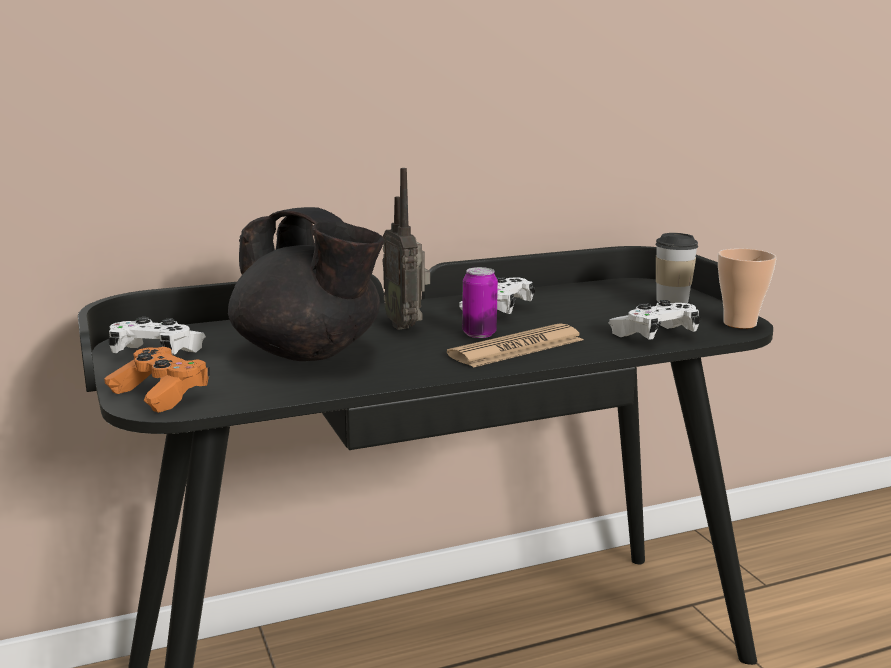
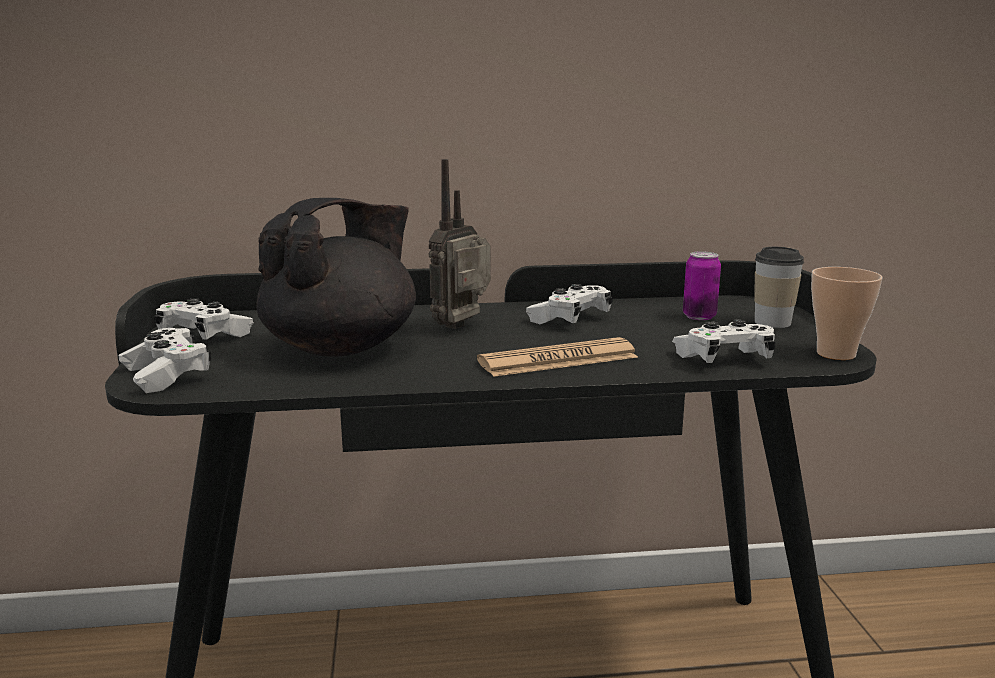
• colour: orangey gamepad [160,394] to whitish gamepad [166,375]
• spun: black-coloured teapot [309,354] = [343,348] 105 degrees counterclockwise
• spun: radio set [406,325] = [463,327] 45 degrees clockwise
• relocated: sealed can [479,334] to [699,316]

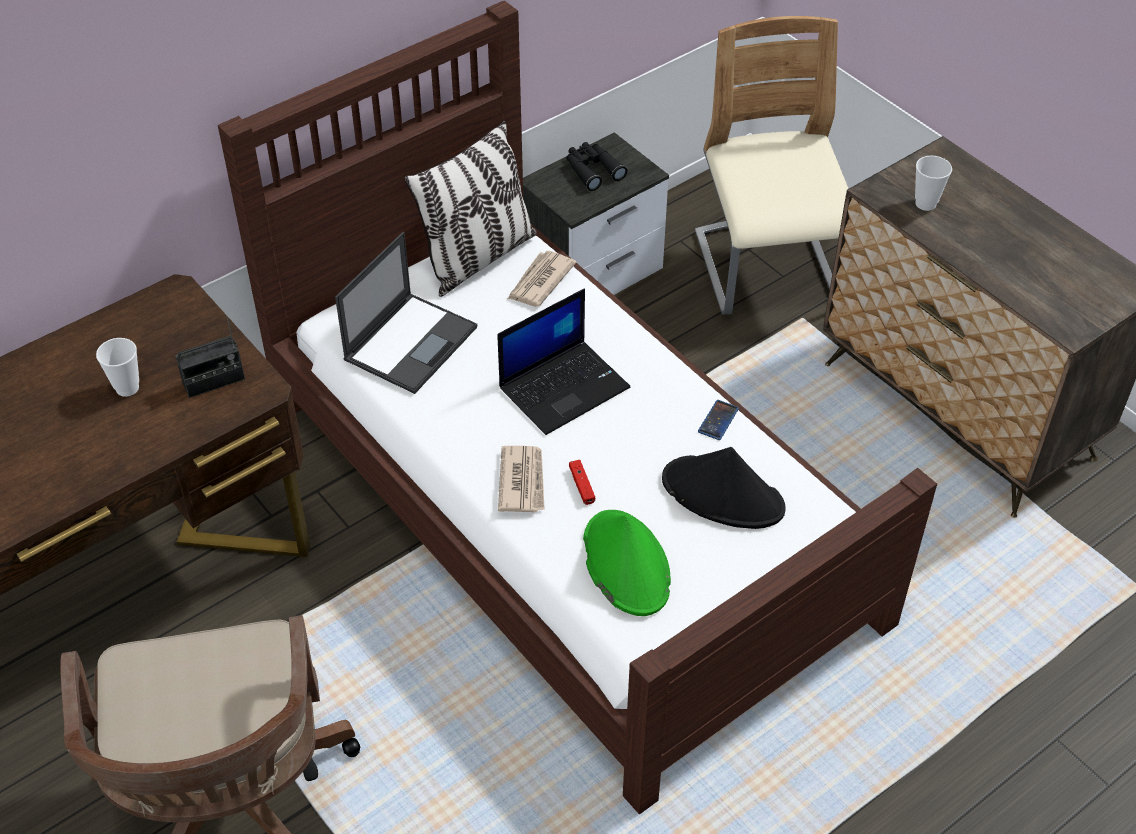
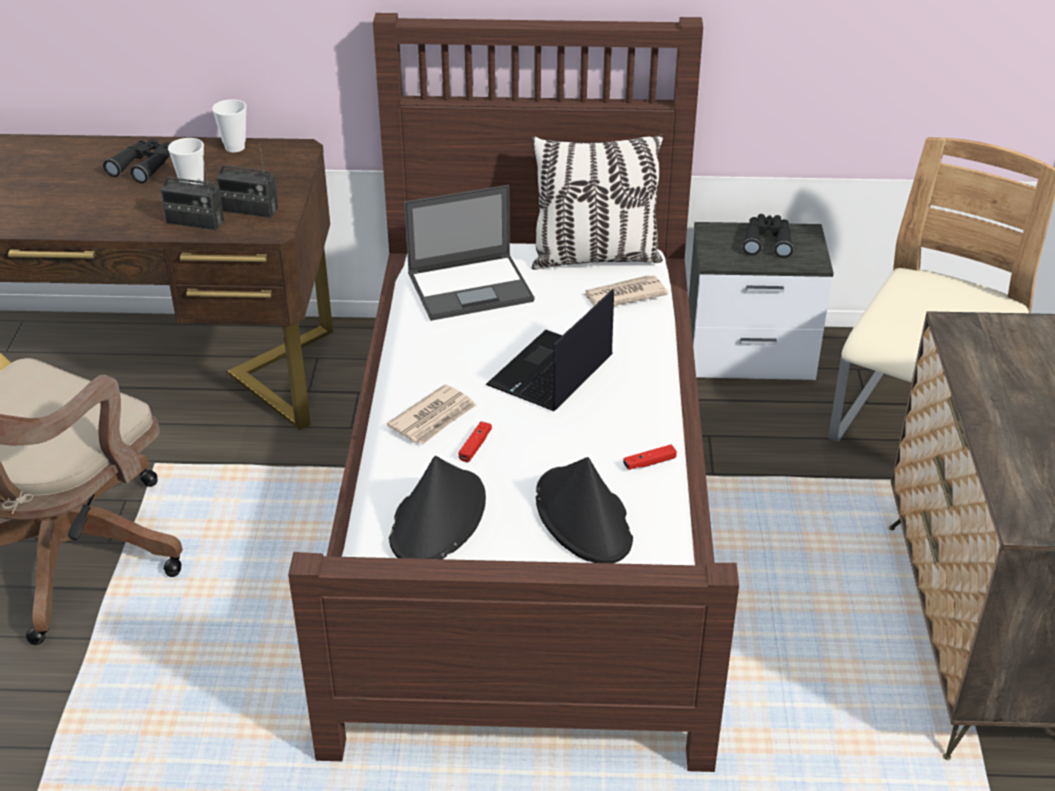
• spun: laptop [564,386] = [550,373] 120 degrees clockwise
• colour: green-coloured hat [625,563] to black-coloured hat [438,518]
• exchanged: telephone [718,420] to red gamepad [649,463]
• relocated: cup [925,204] to [235,147]
• appeared: black-coloured pair of binoculars [144,166]
• appeared: radio set [195,222]

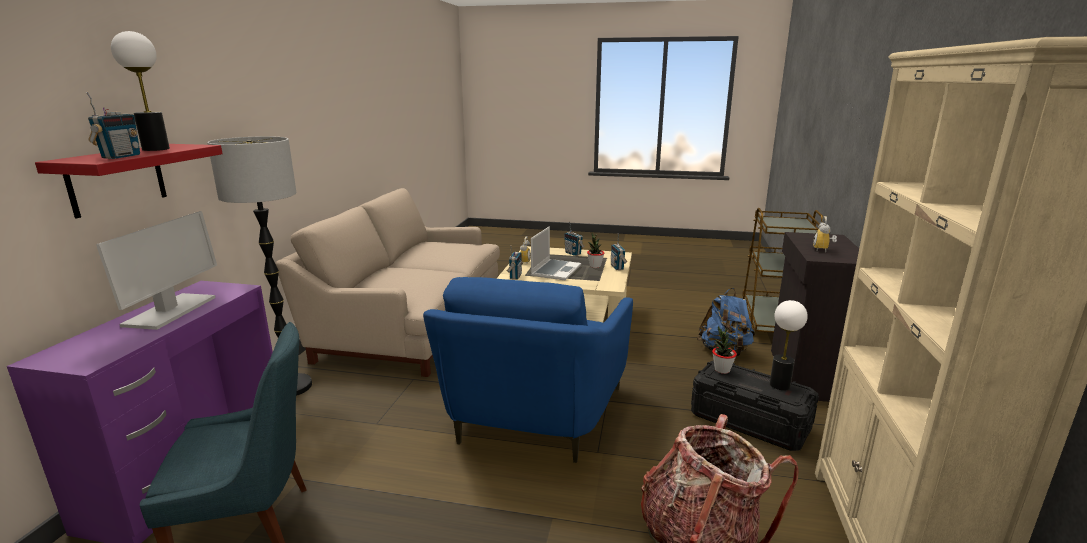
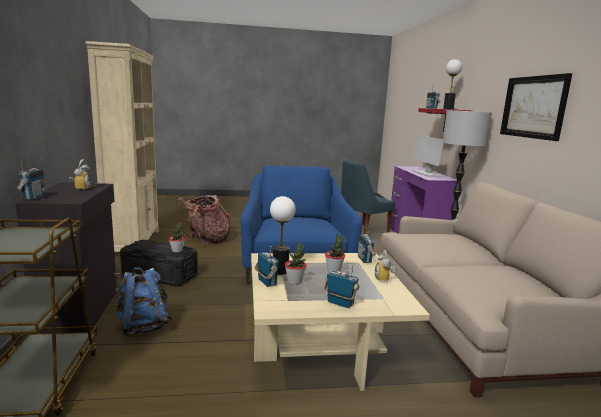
• exchanged: laptop [555,270] to houseplant [334,270]
• relocated: lamp for a table [779,385] to [280,271]
• appeared: radio set [33,197]
• appeared: picture [533,107]

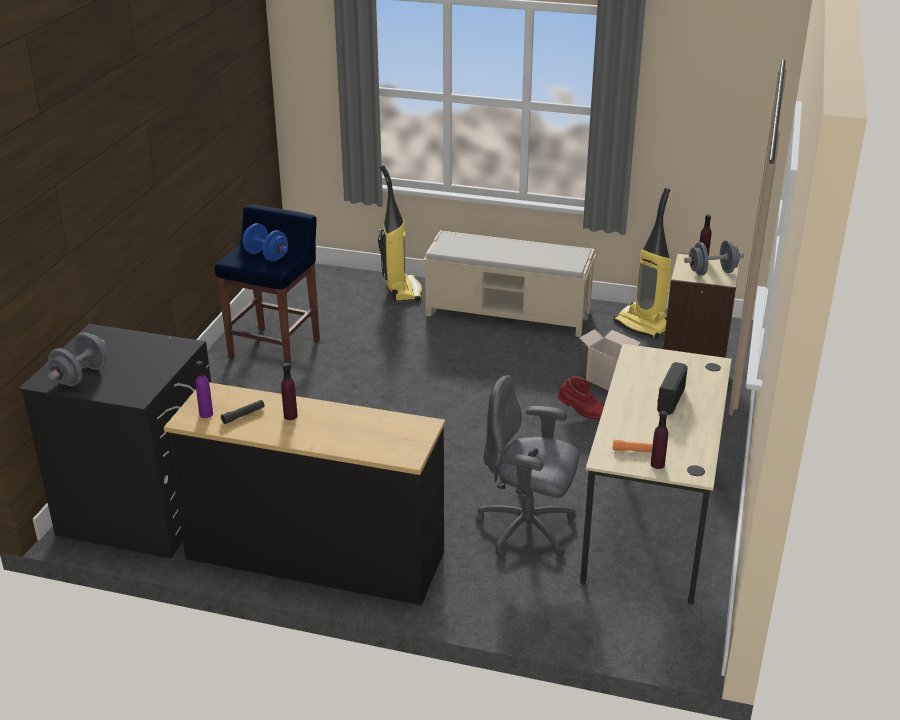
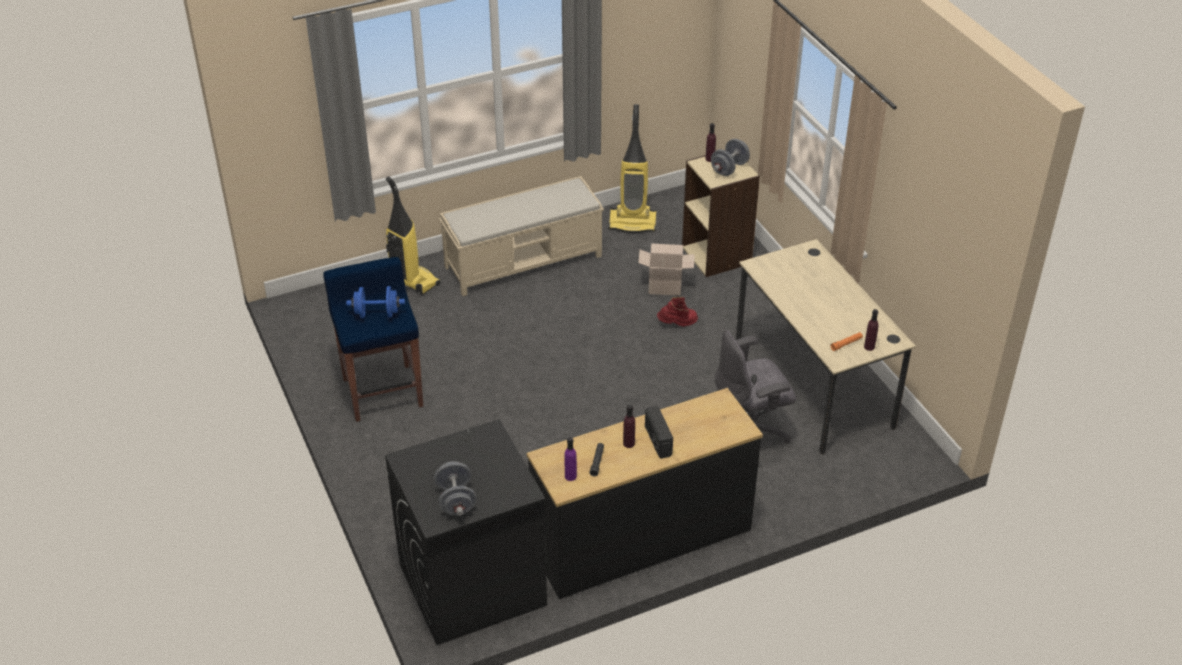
• relocated: radio set [670,400] to [657,441]

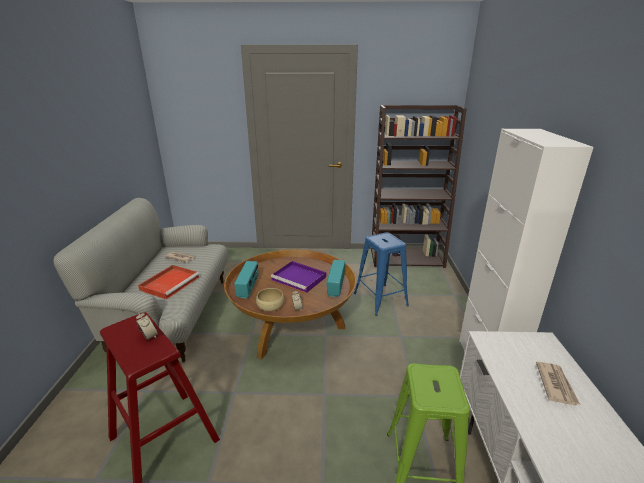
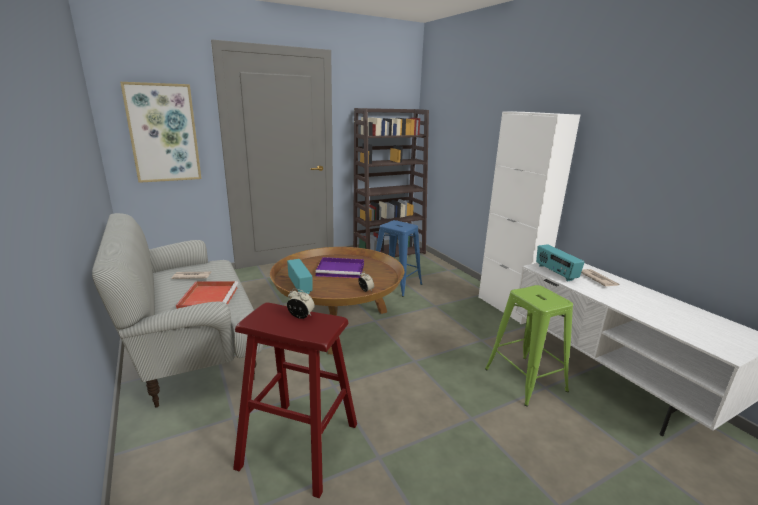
• missing: beige deep dish [270,306]
• relocated: radio set [335,287] to [555,273]
• appeared: picture [163,133]

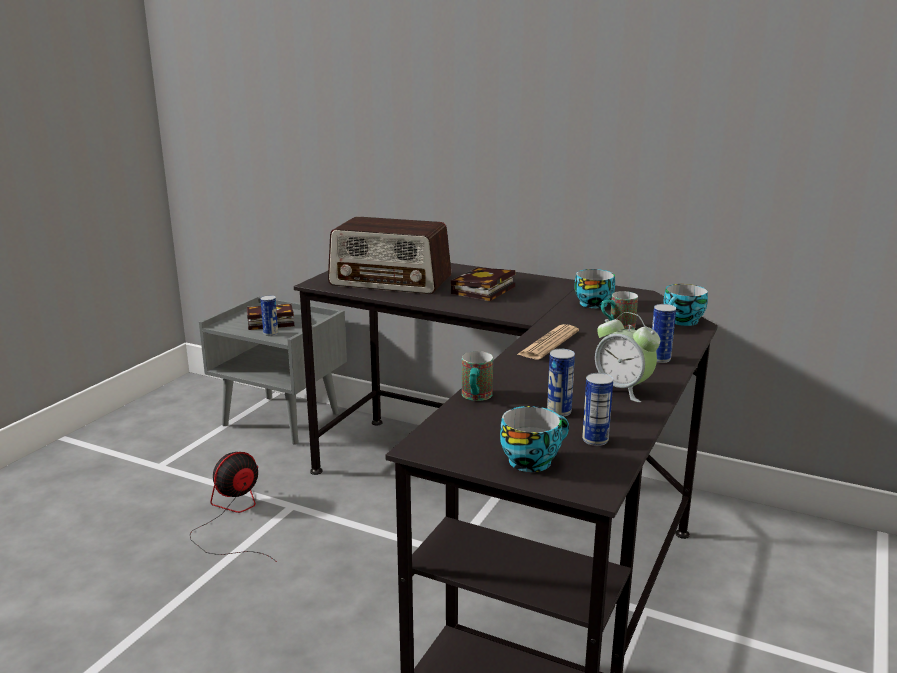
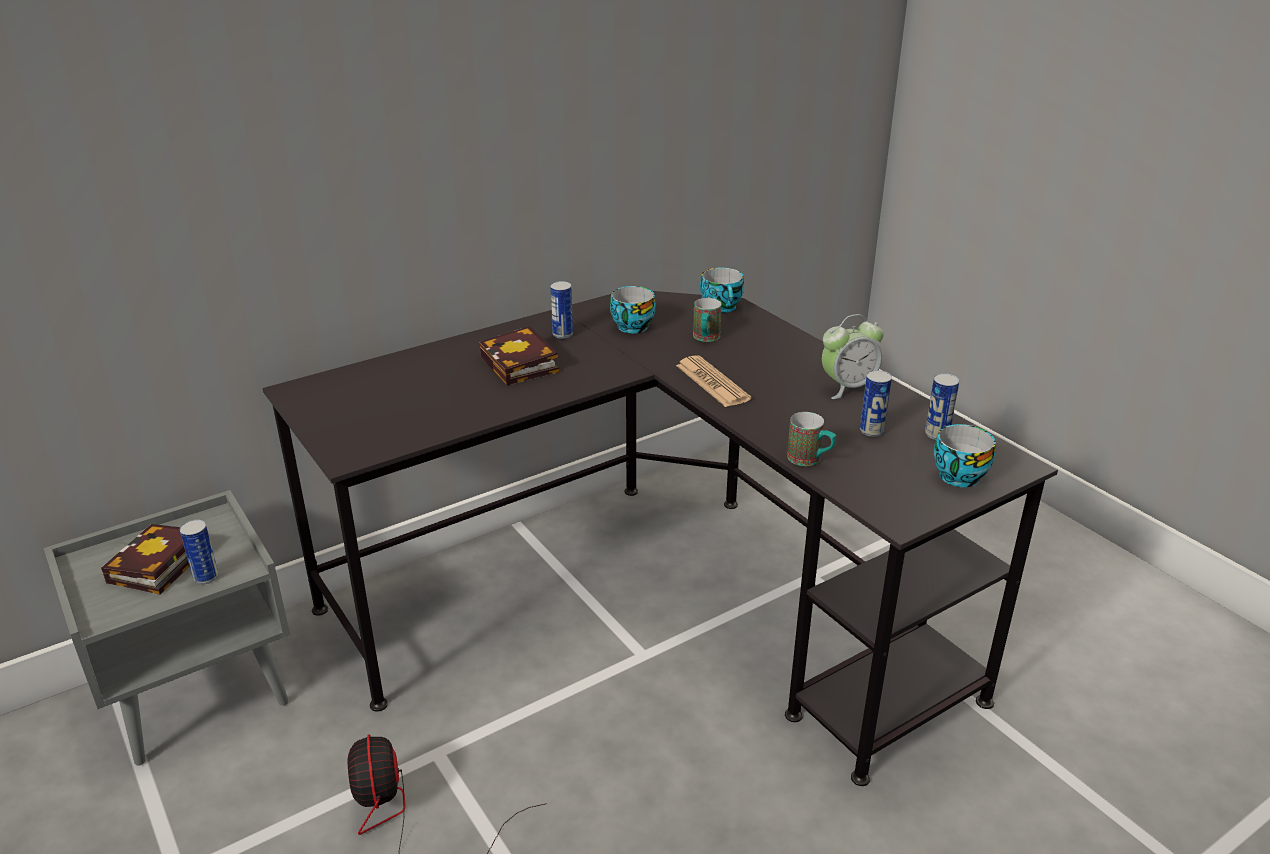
• missing: radio set [391,281]
• relocated: sealed can [660,359] to [562,334]

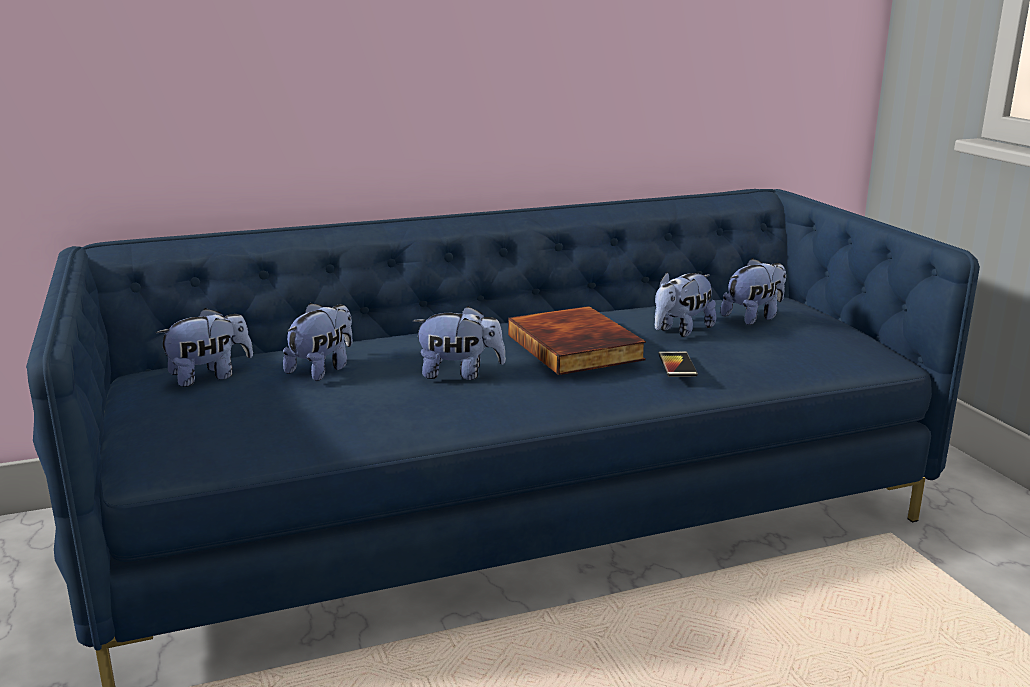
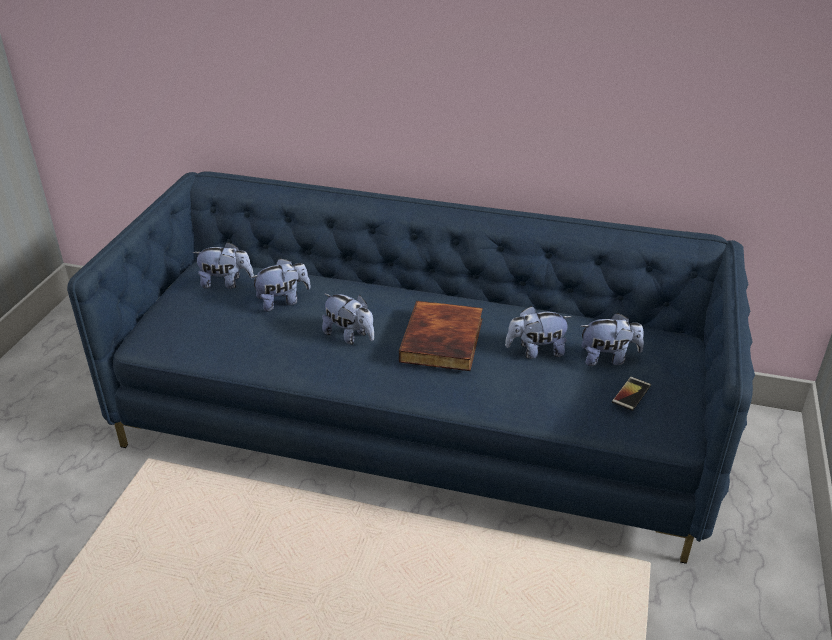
• relocated: telephone [677,365] to [631,394]

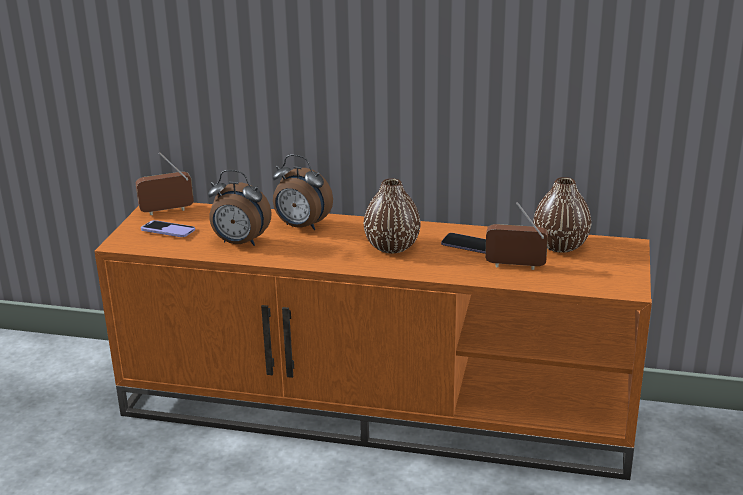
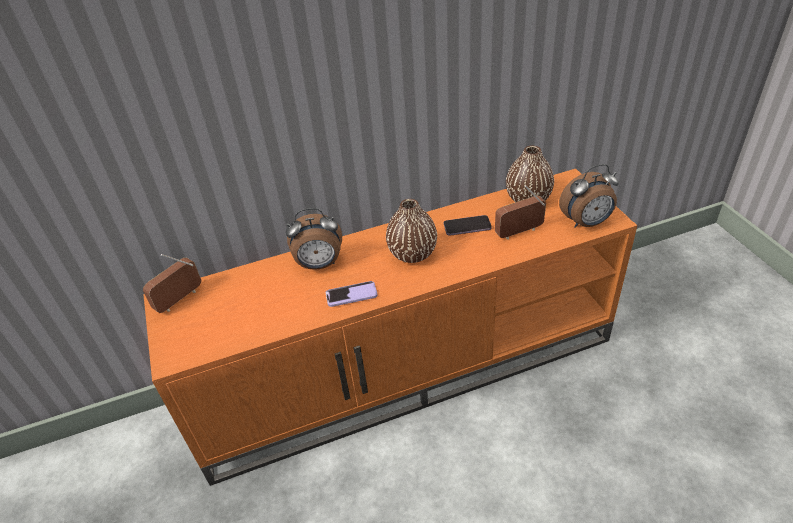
• relocated: telephone [168,230] to [351,295]
• relocated: alarm clock [240,243] to [586,223]

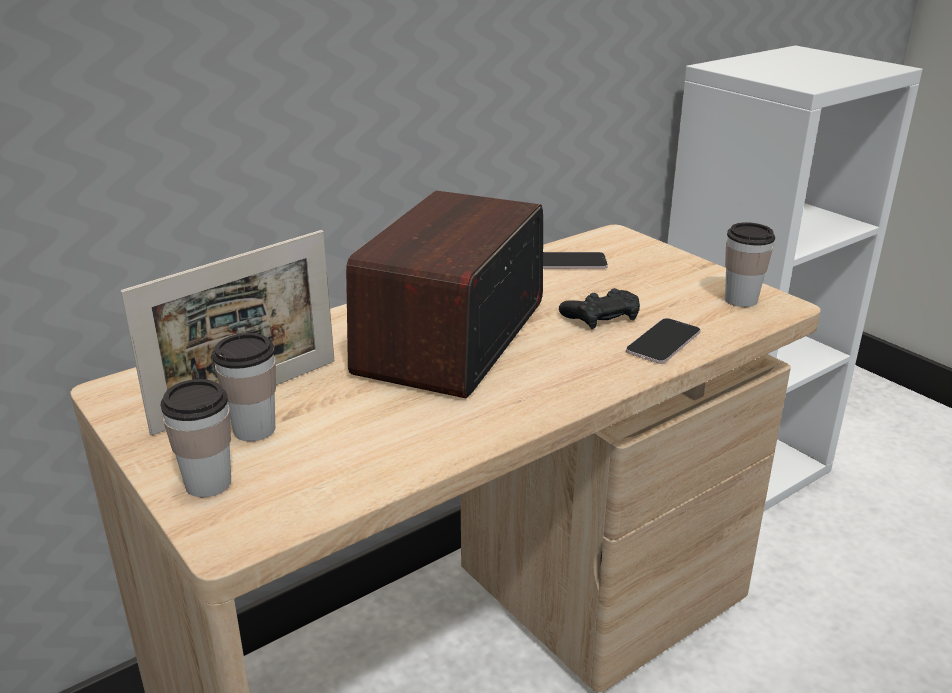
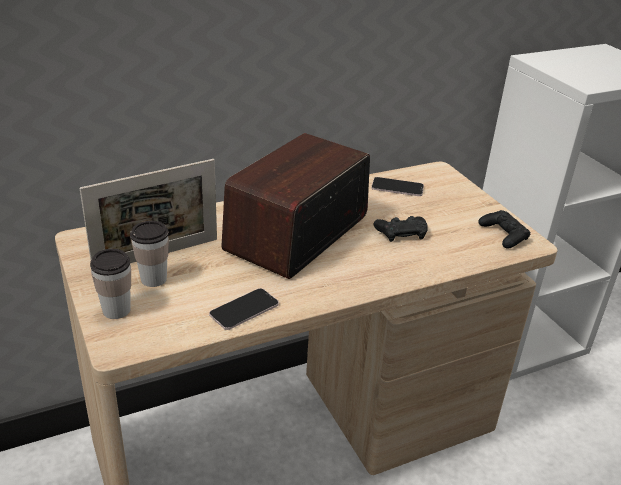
• relocated: telephone [663,342] to [244,309]
• exchanged: cup [741,300] to black-coloured gamepad [503,234]

